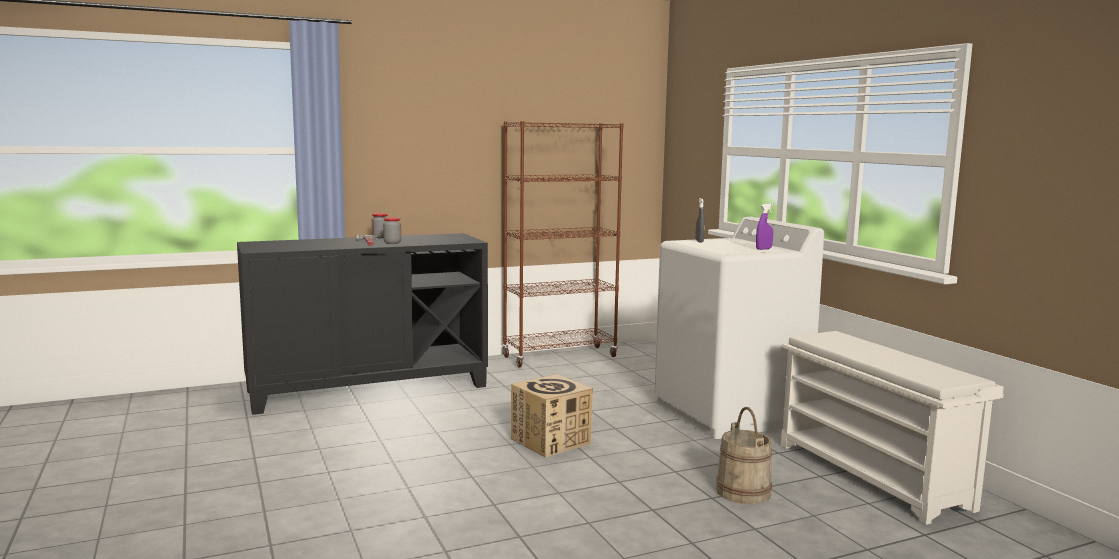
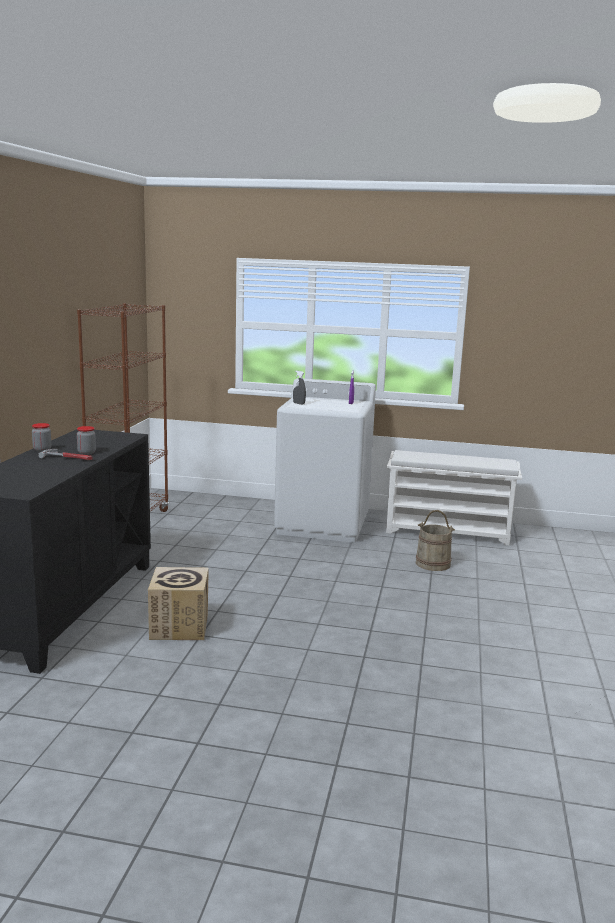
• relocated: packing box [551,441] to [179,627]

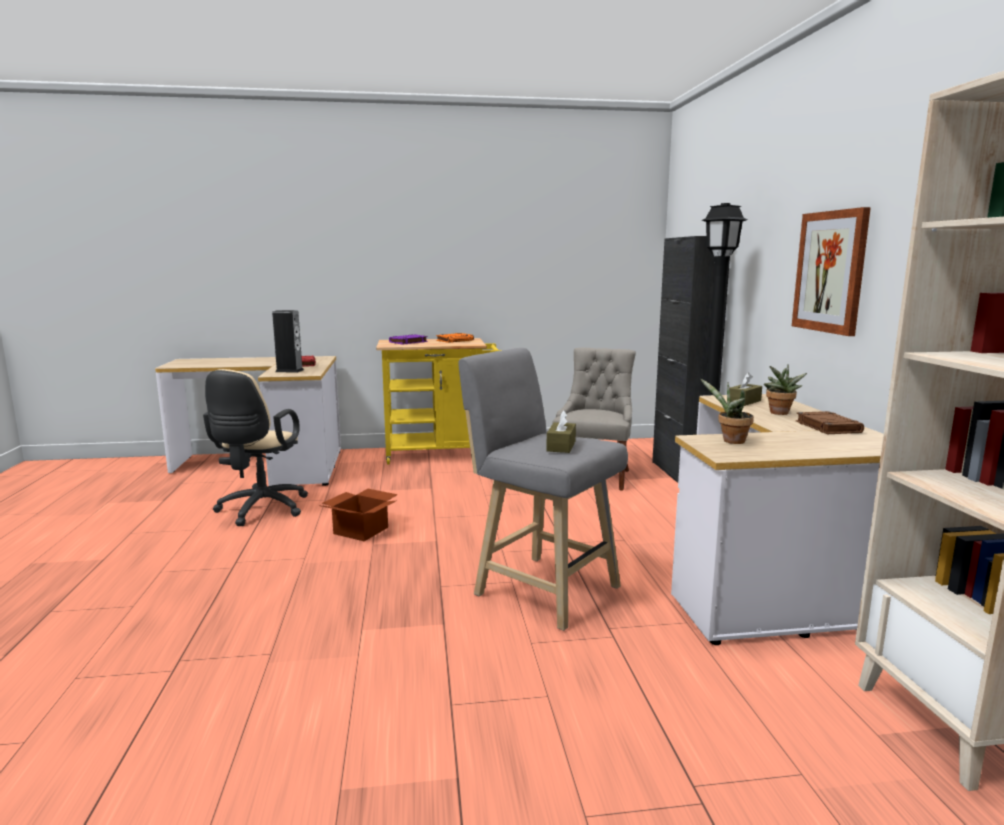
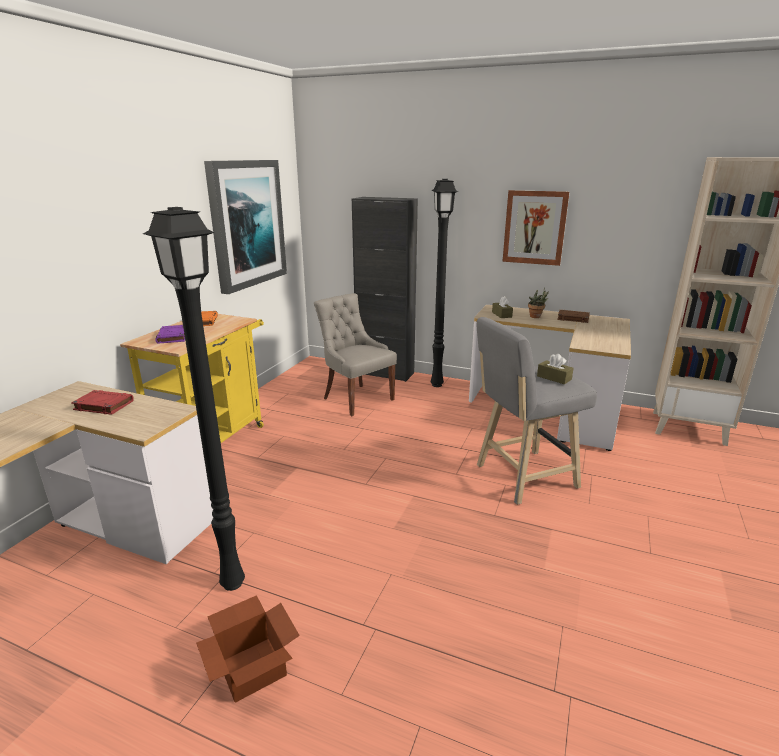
• exchanged: beige office chair [260,510] to black-coloured floor lamp [232,585]
• missing: audio speaker [289,371]
• relocated: packing box [362,530] to [253,666]
• missing: houseplant [730,441]
• appeared: picture [246,224]

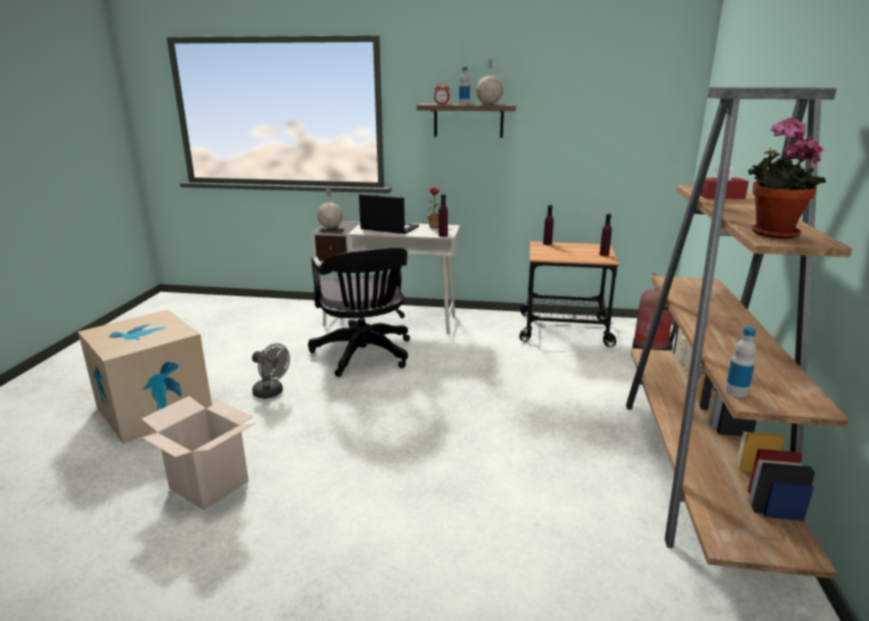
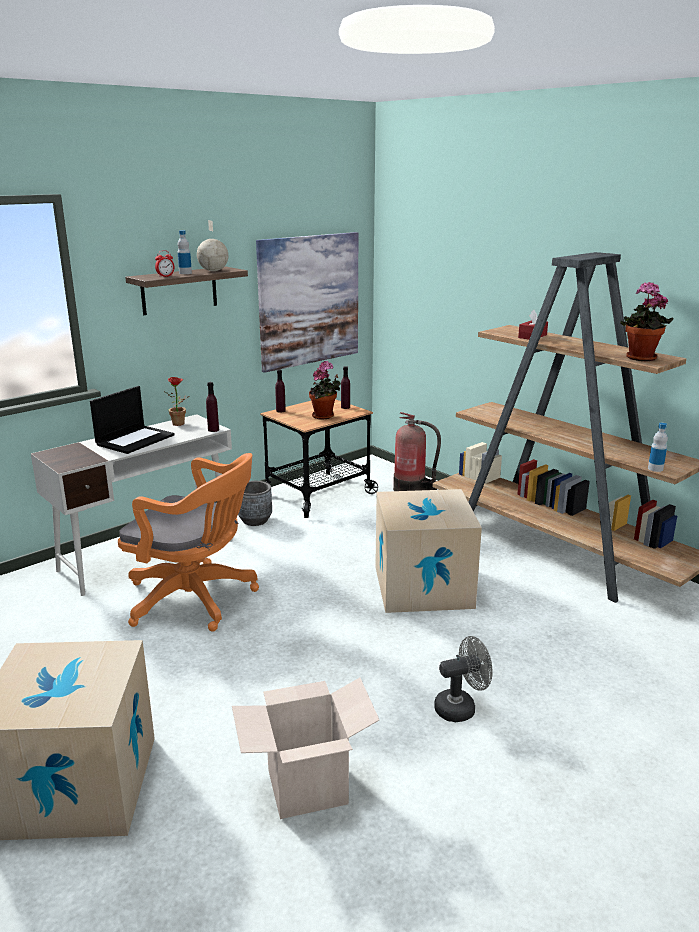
• relocated: gray electric fan [272,393] to [461,707]
• colour: black-coloured office chair [364,356] to orangey office chair [196,599]
• missing: desk globe [330,227]
• spun: laptop [389,228] = [135,439] 150 degrees clockwise
• appeared: gray flower pot [255,520]
• appeared: picture [309,300]
• appeared: houseplant [325,416]
• appeared: packing box [423,587]

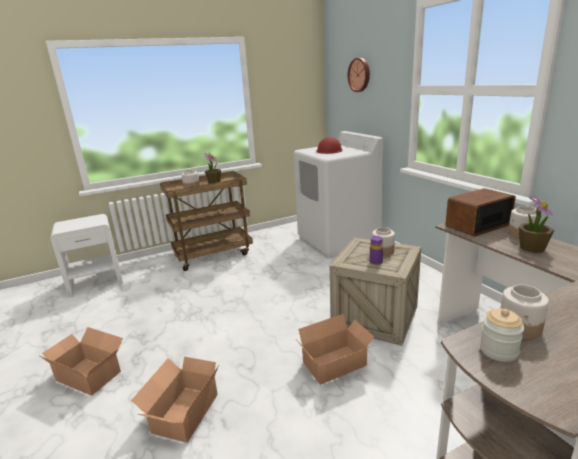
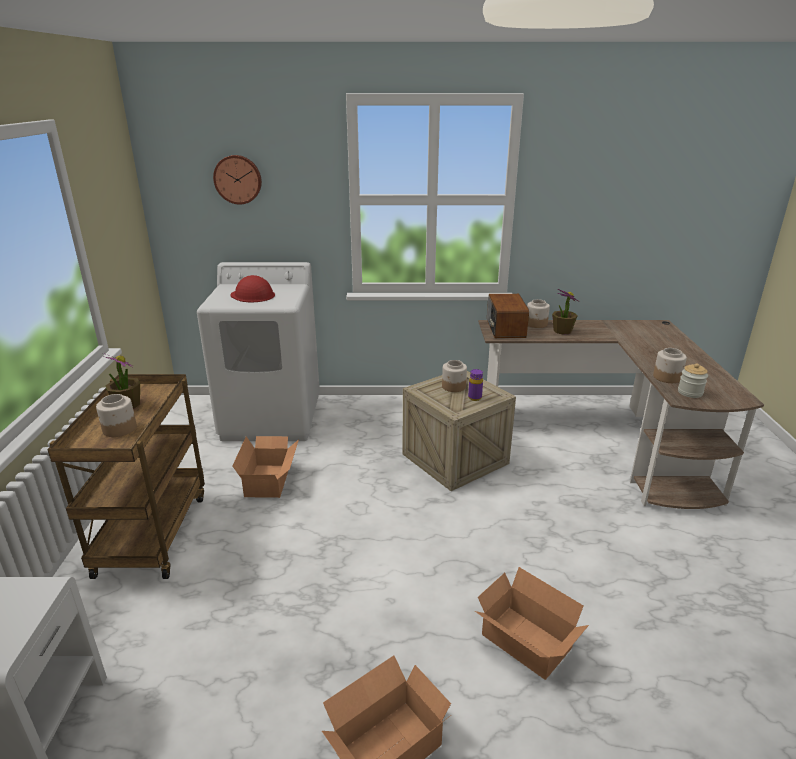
• relocated: packing box [337,365] to [270,480]

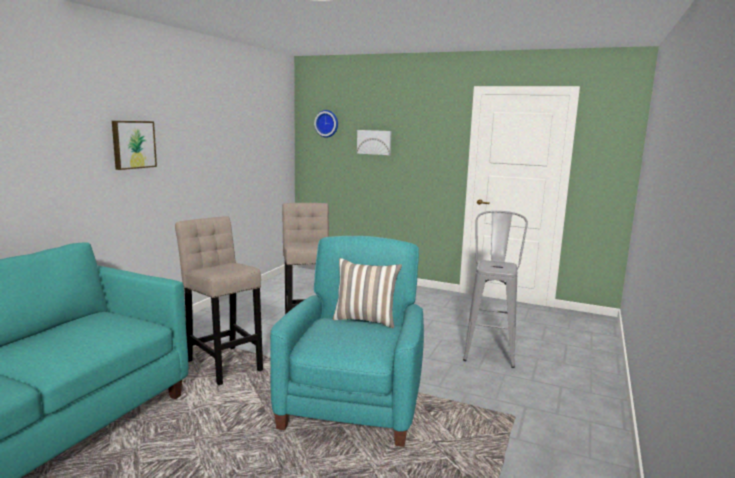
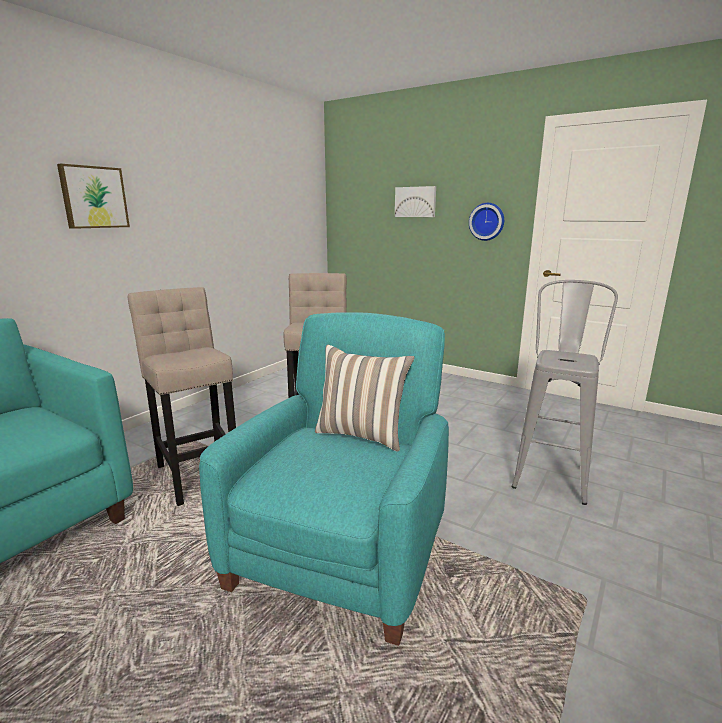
• relocated: wall clock [327,123] to [487,221]

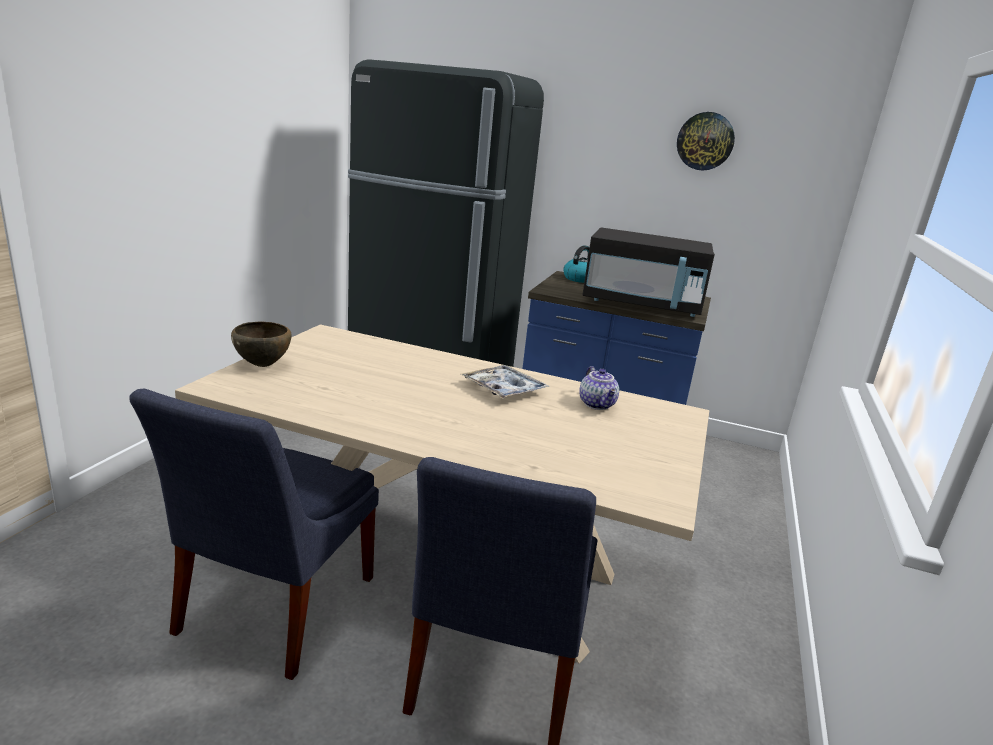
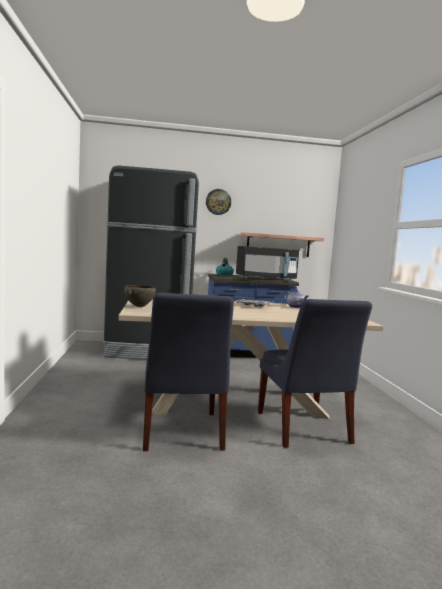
• relocated: wall clock [705,141] to [218,202]
• appeared: bracket shelf [278,245]

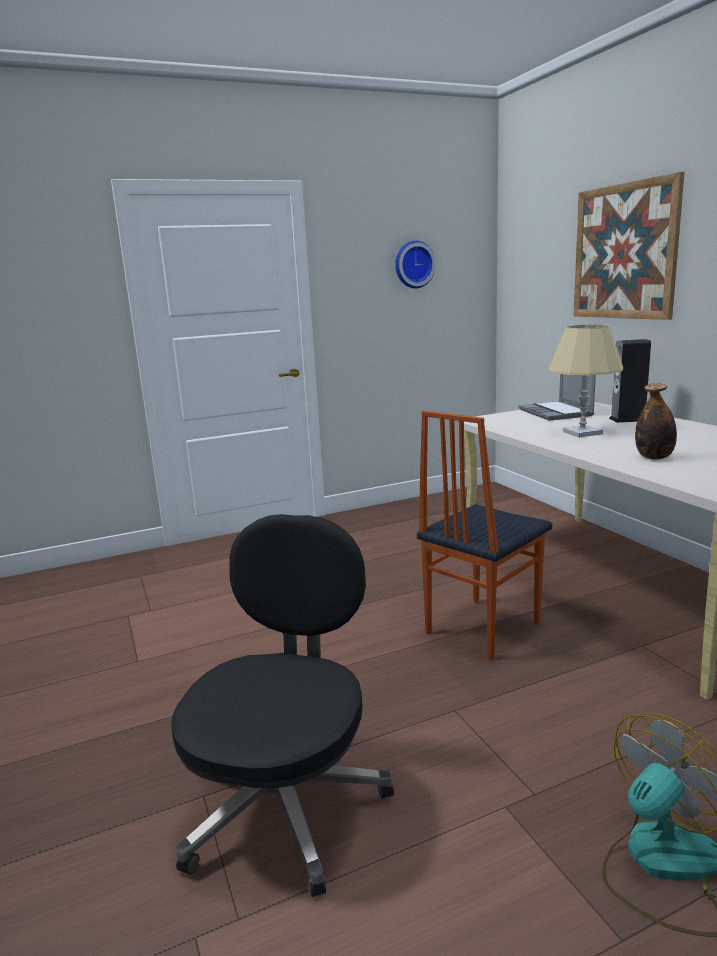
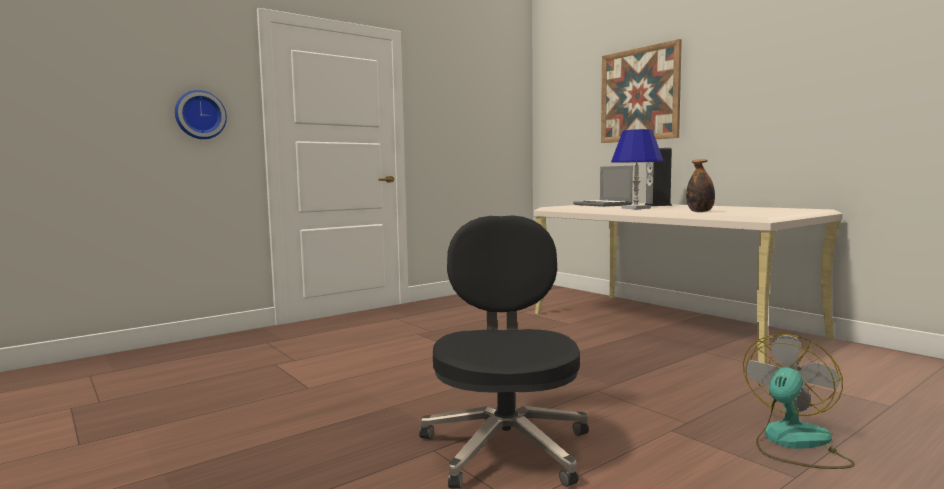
• relocated: wall clock [413,264] to [200,115]
• missing: upright chair [480,628]
• colour: beige lamp for a table [582,433] to blue-coloured lamp for a table [635,208]

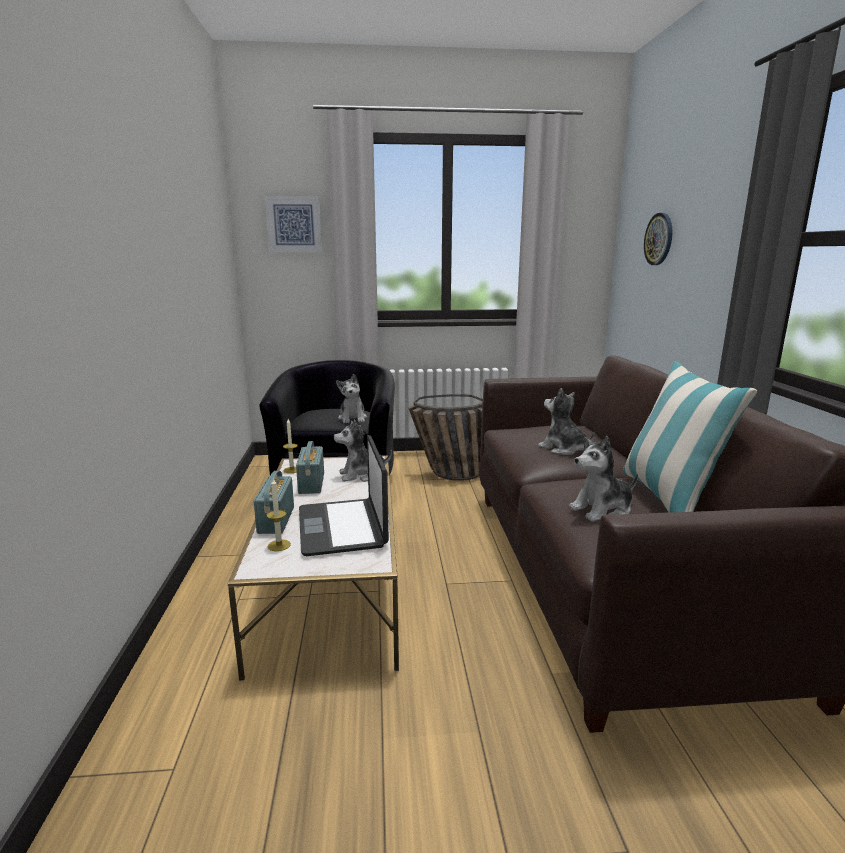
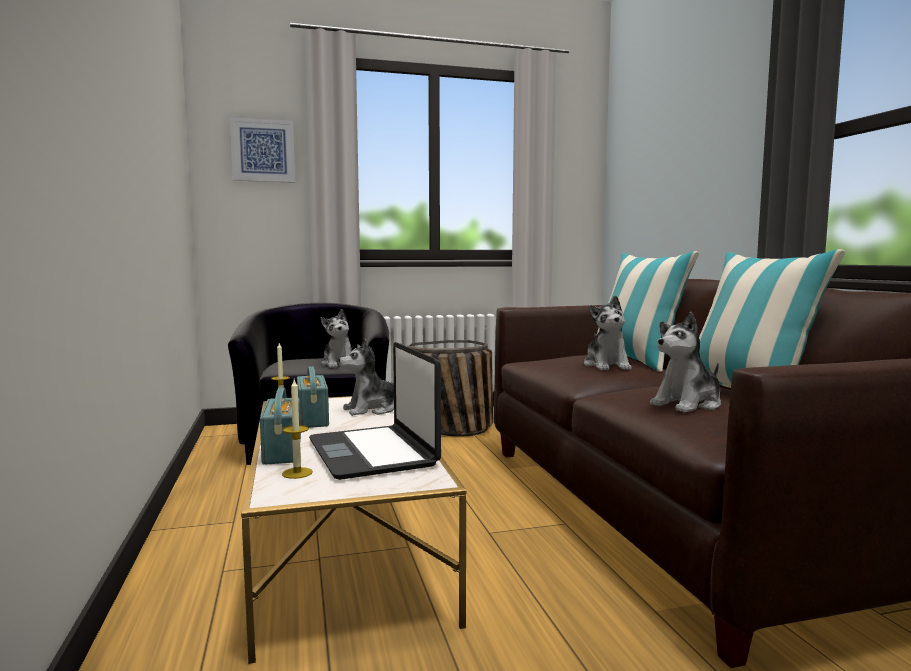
• spun: plush toy [563,449] = [606,366] 135 degrees counterclockwise
• missing: wall clock [659,239]
• appeared: throw pillow [636,360]

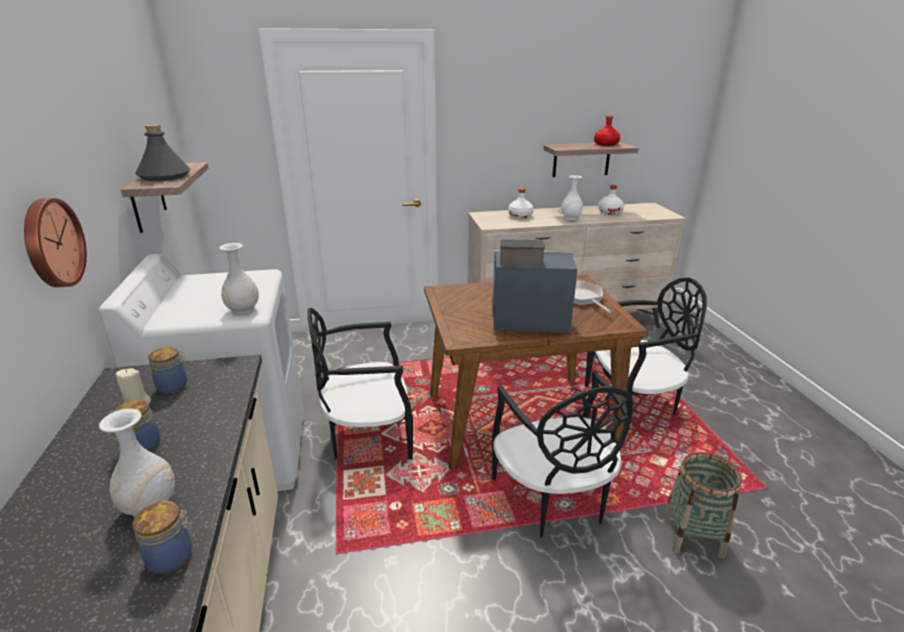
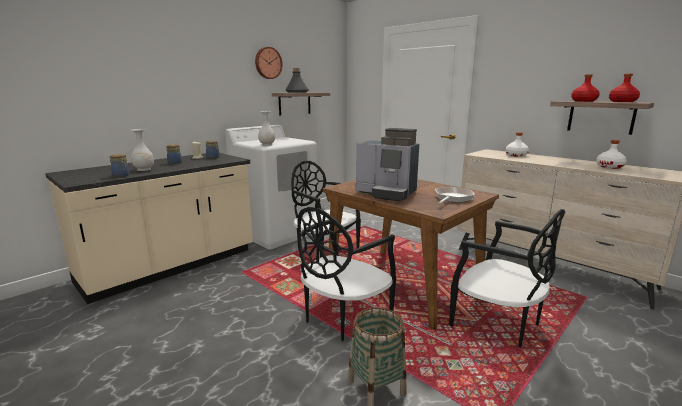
• relocated: wall clock [51,243] to [268,63]
• spun: coffee machine [526,321] = [387,193] 150 degrees clockwise
• missing: whitish vase [571,218]
• appeared: red beverage bottle [583,101]

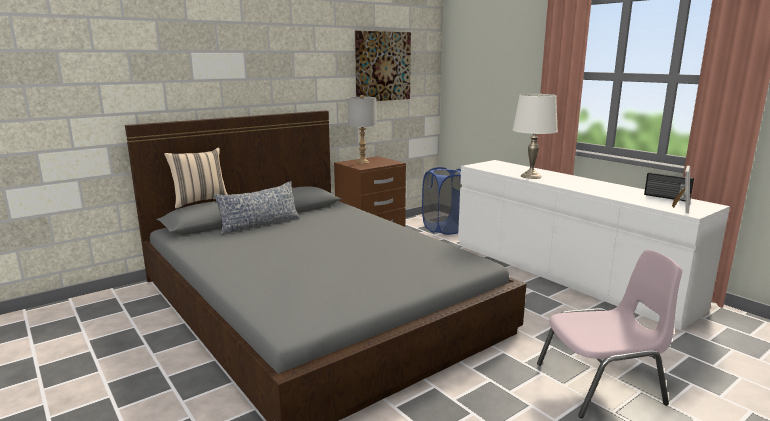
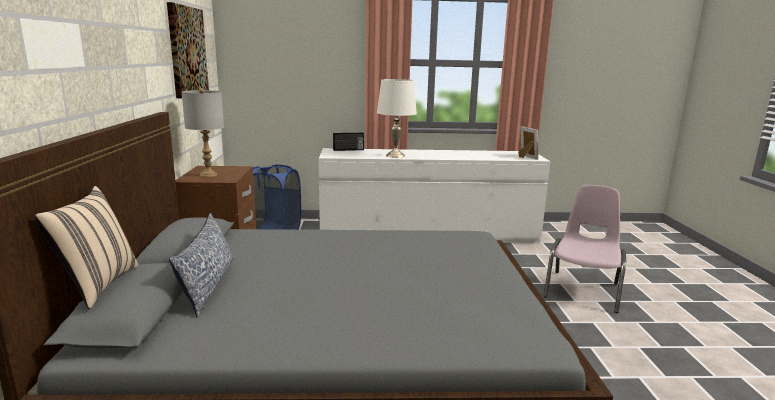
• relocated: radio set [666,197] to [348,150]

